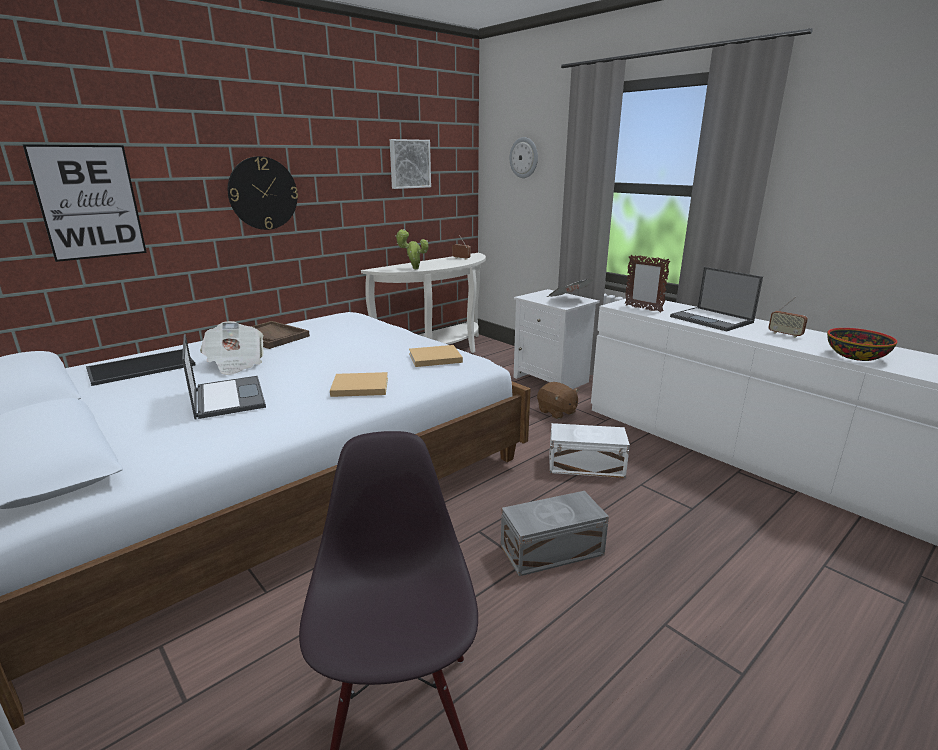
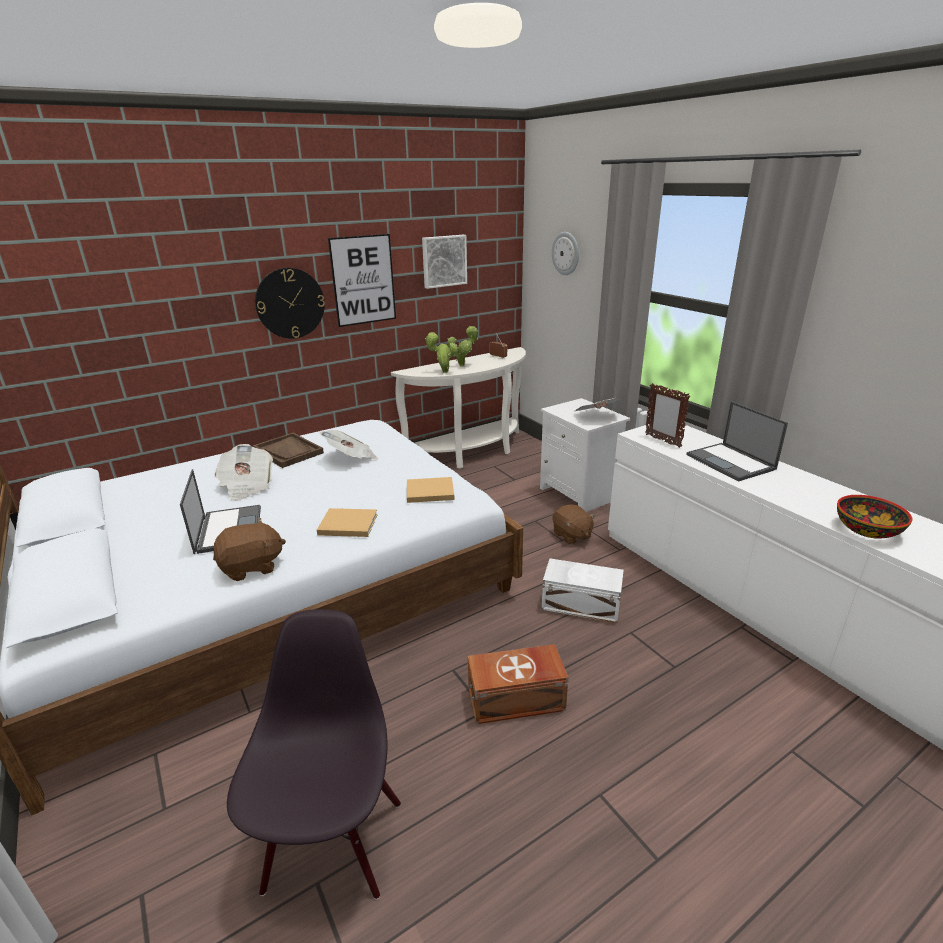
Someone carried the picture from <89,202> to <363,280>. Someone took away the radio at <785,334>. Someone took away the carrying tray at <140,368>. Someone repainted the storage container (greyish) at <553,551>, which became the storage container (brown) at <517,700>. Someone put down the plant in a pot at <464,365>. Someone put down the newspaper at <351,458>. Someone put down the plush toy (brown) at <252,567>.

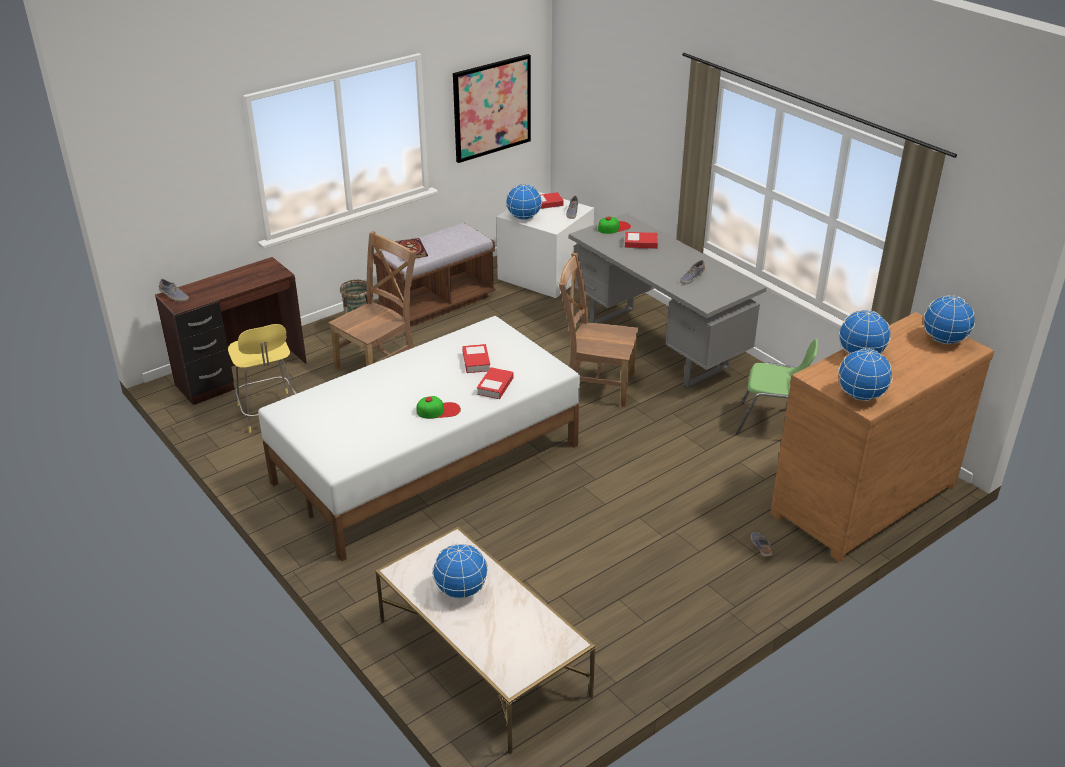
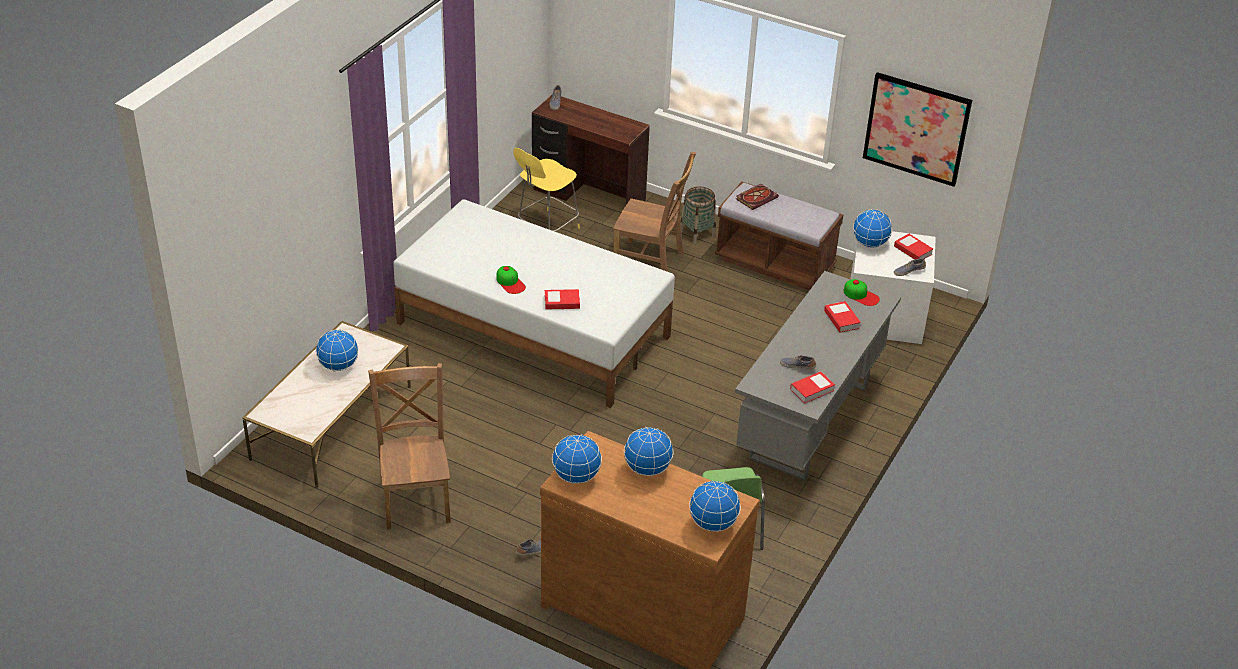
Someone carried the plain chair (brown) from <595,386> to <416,498>. Someone carried the book from <476,361> to <812,390>.

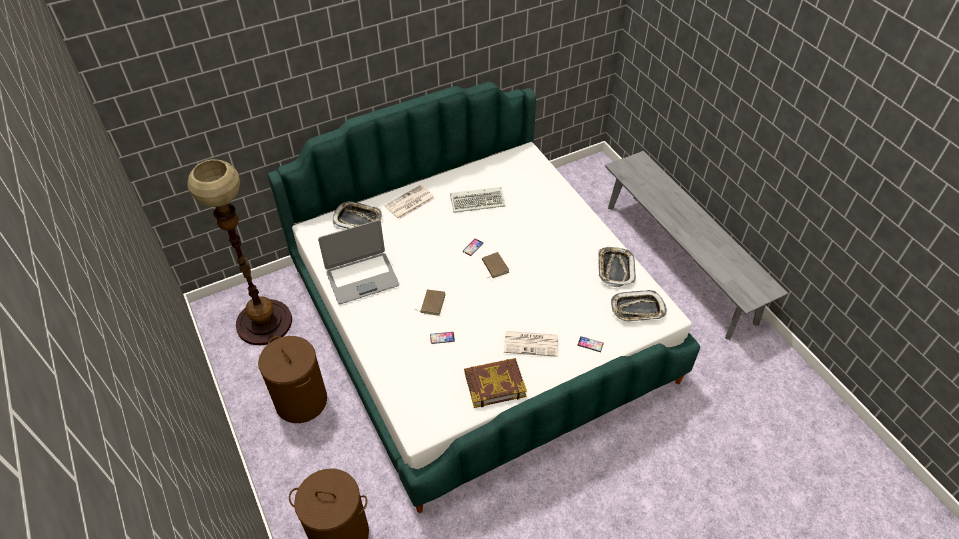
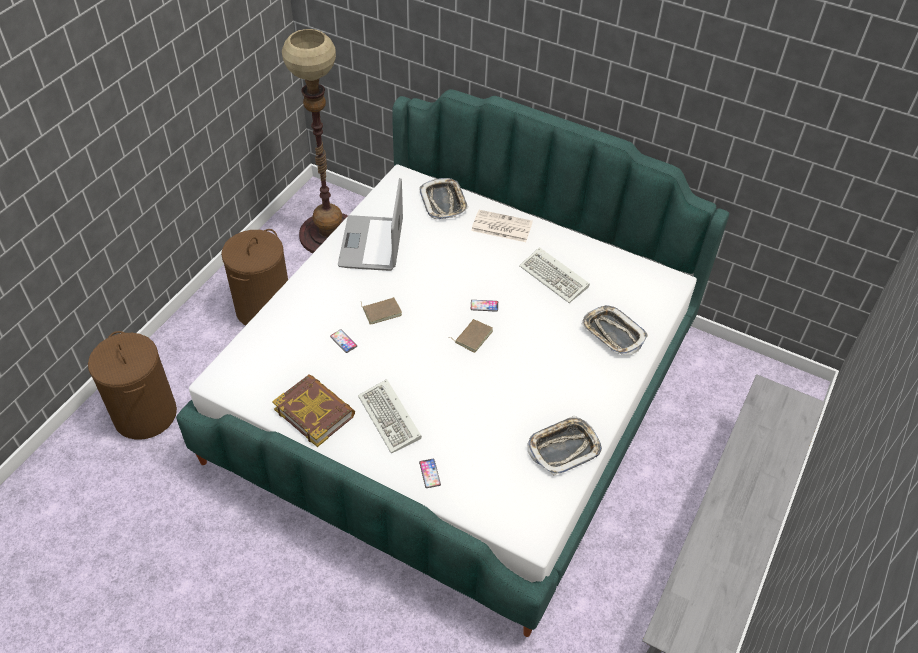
Someone rotated the laptop at <362,278> by 60 degrees clockwise. Someone carried the carrying tray from <637,309> to <612,333>. Someone swapped the newspaper at <531,343> for the computer keyboard at <391,419>.

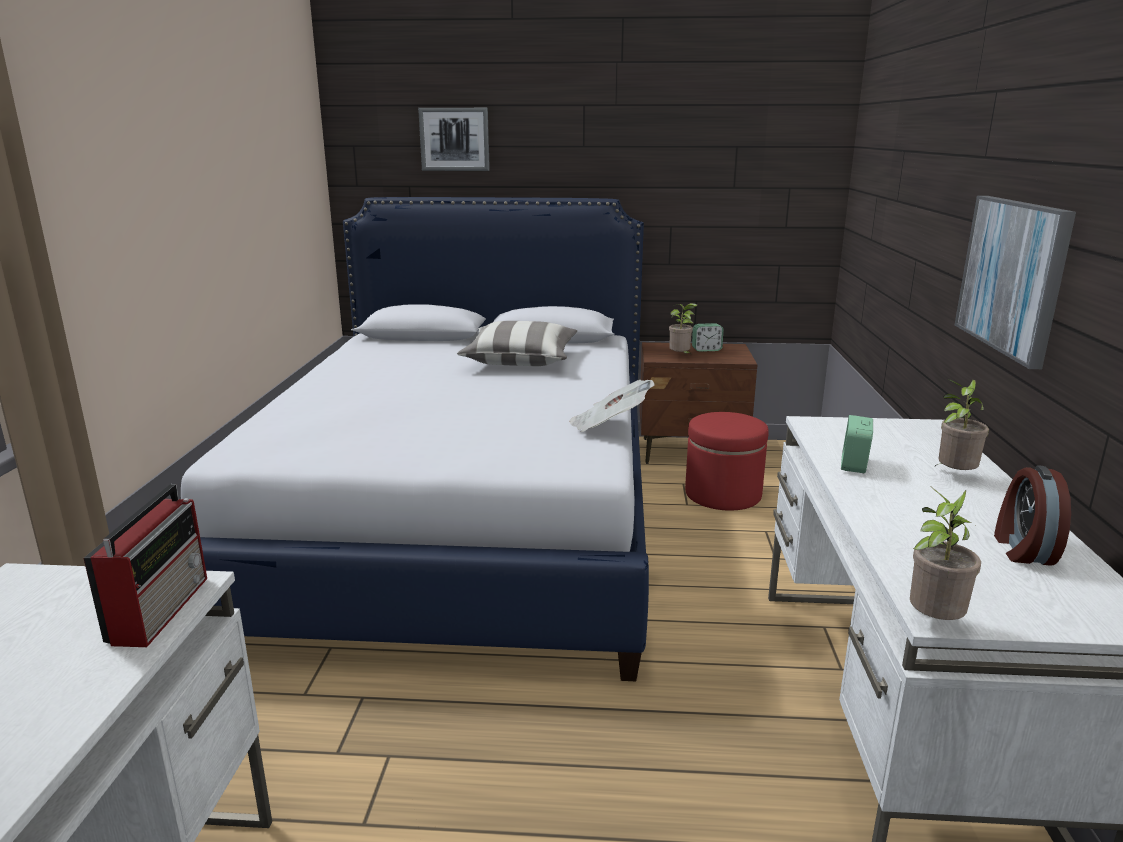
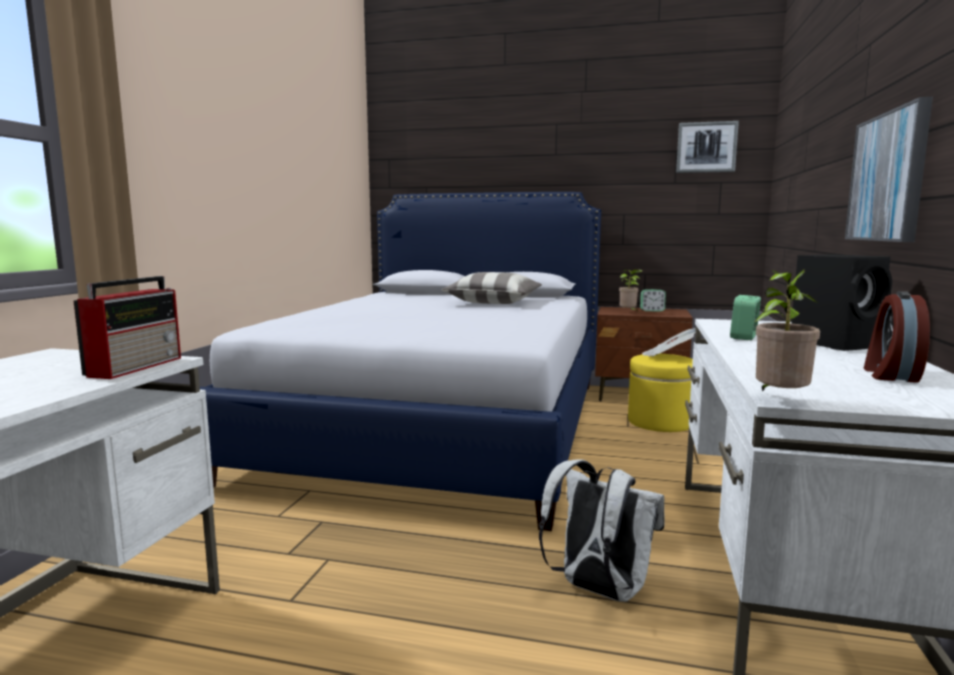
Someone carried the picture from <454,139> to <706,147>. Someone swapped the plant in a pot at <953,476> for the audio speaker (black) at <836,344>. Someone carried the newspaper from <609,426> to <668,356>. Someone repainted the footrest (reddish) at <723,494>, which became the footrest (yellowish) at <660,422>. Someone put down the backpack (white) at <598,590>.

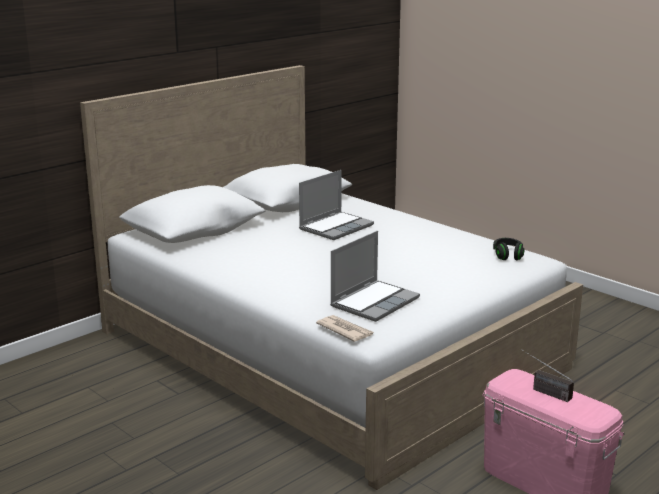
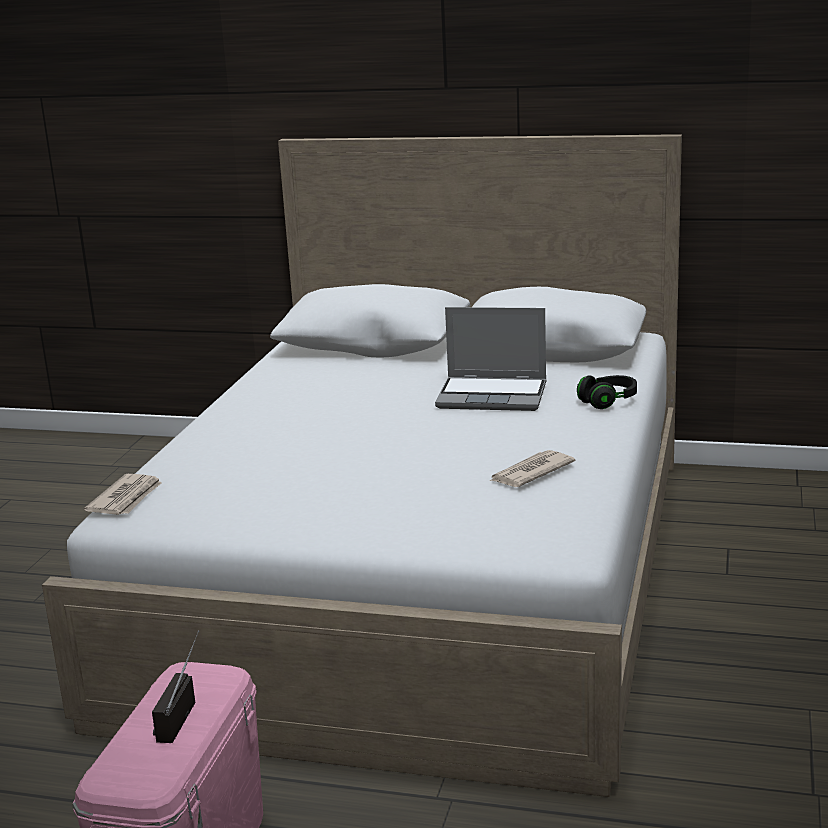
Someone took away the laptop at <374,302>. Someone carried the headset (black) from <508,255> to <608,402>. Someone put down the newspaper at <530,473>.

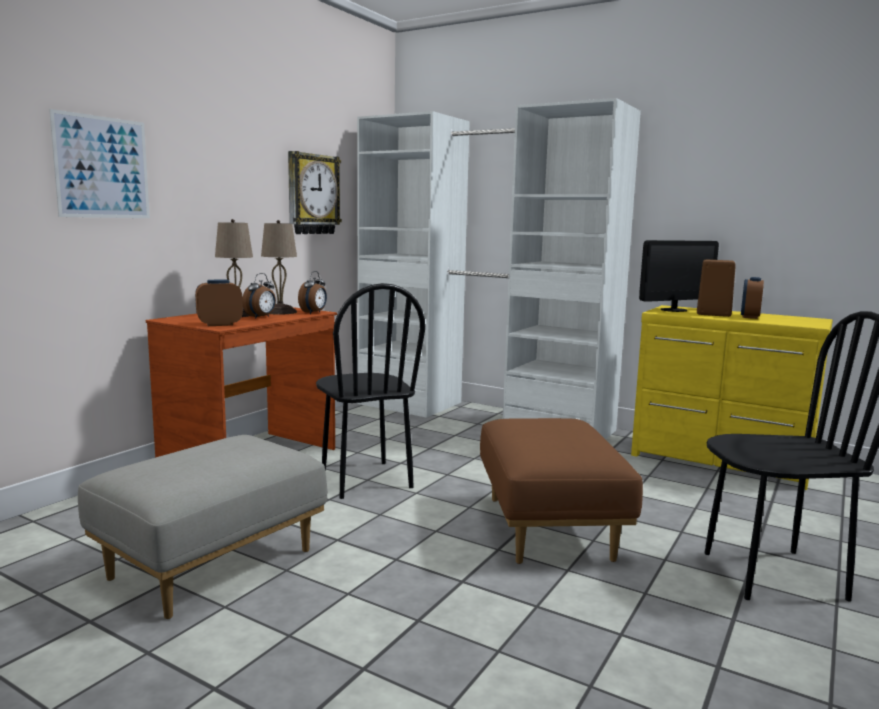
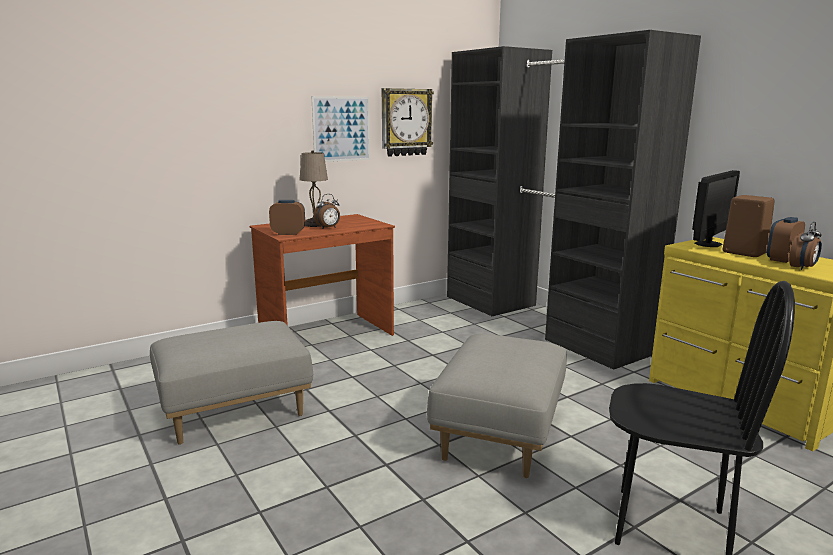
Someone repainted the armoire (white) at <481,416>, which became the armoire (black) at <541,321>. Someone carried the picture from <102,167> to <341,129>. Someone took away the lamp for a table (sand-coloured) at <279,312>. Someone rotated the monitor at <673,310> by 45 degrees counterclockwise. Someone carried the alarm clock from <314,313> to <803,268>. Someone took away the plain chair (black) at <365,479>. Someone repainted the footrest (brown) at <550,528>, which became the footrest (greyish) at <500,436>.

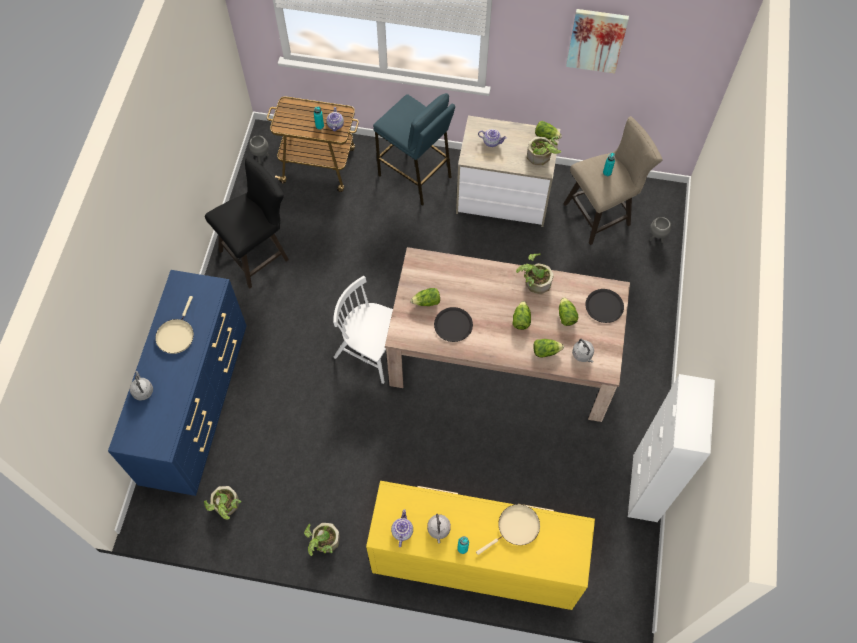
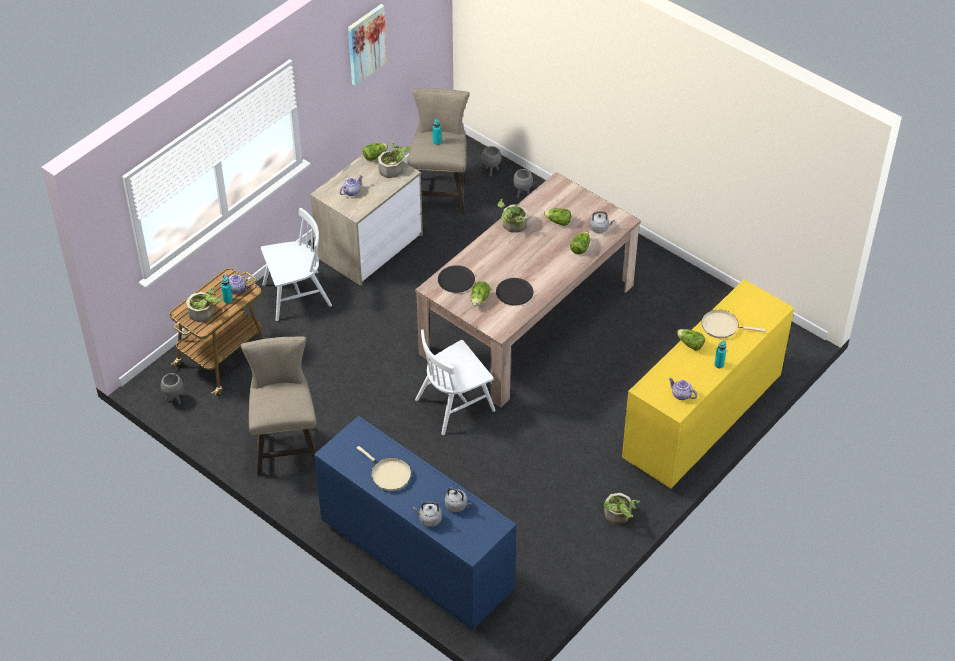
Someone swapped the stool seat (bluish) at <415,176> for the plain chair (white) at <296,295>. Someone repainted the stool seat (black) at <258,253>, which became the stool seat (sand-coloured) at <286,445>. Someone carried the flat dish (black) from <604,306> to <456,280>. Someone carried the head of lettuce from <521,319> to <690,344>. Someone took away the storage cabinet (white) at <645,488>. Someone carried the plant in a pot from <226,507> to <204,313>. Someone rotated the pan (sand-coloured) at <516,528> by 75 degrees counterclockwise. Someone carried the tea kettle (greyish) from <438,530> to <457,505>. Someone put down the plant pot (greyish) at <522,194>.

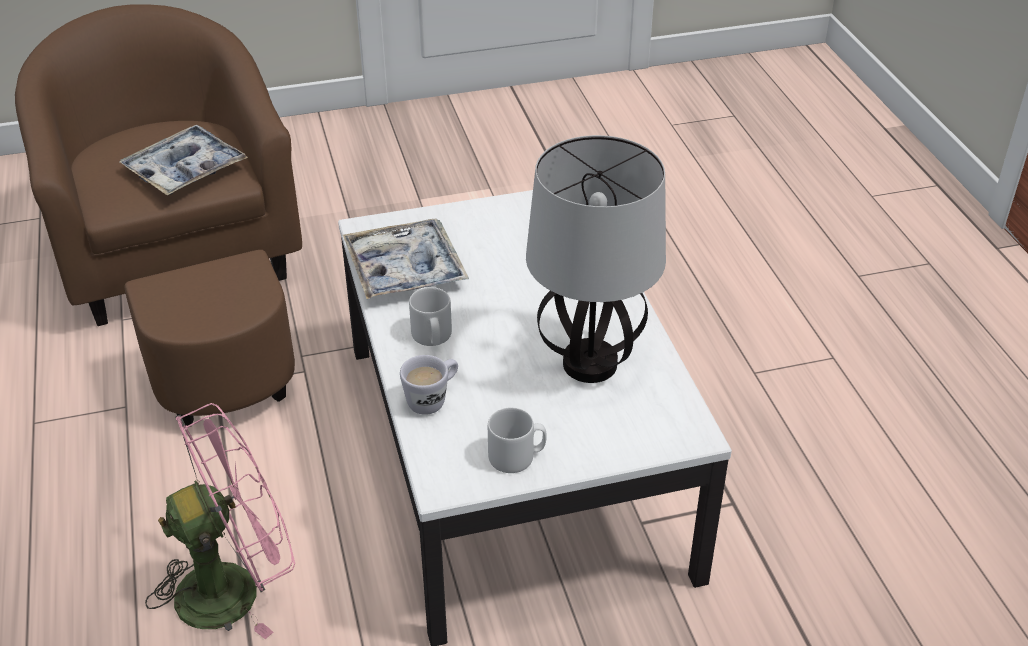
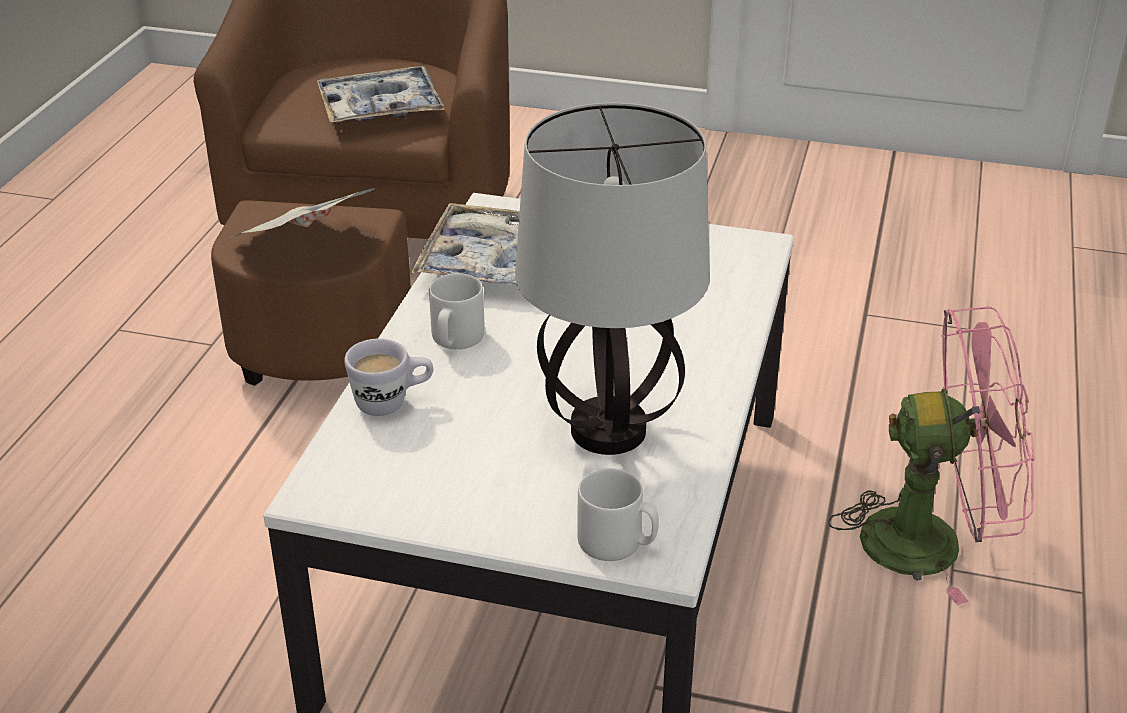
Someone carried the cooling fan (pink) from <234,586> to <932,541>. Someone carried the mug (greyish) from <517,457> to <617,543>. Someone put down the newspaper at <305,248>.

